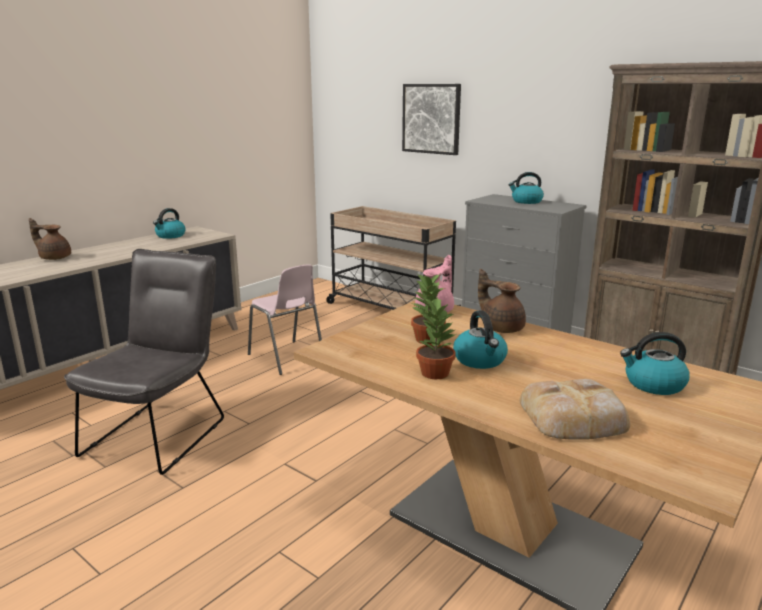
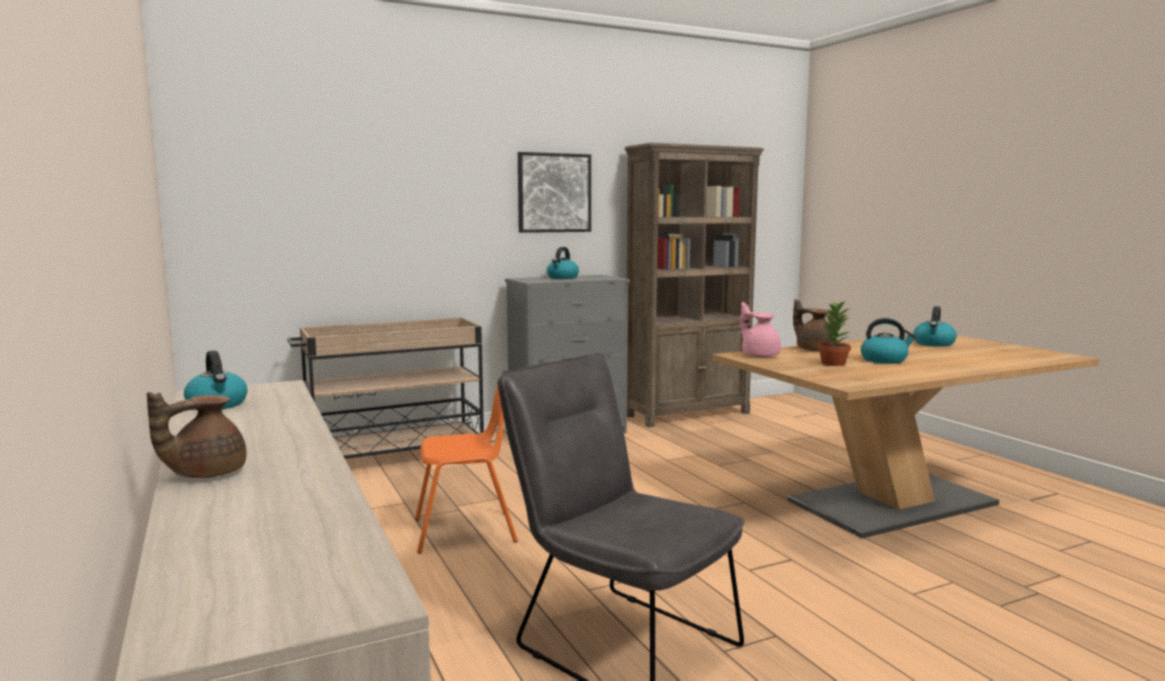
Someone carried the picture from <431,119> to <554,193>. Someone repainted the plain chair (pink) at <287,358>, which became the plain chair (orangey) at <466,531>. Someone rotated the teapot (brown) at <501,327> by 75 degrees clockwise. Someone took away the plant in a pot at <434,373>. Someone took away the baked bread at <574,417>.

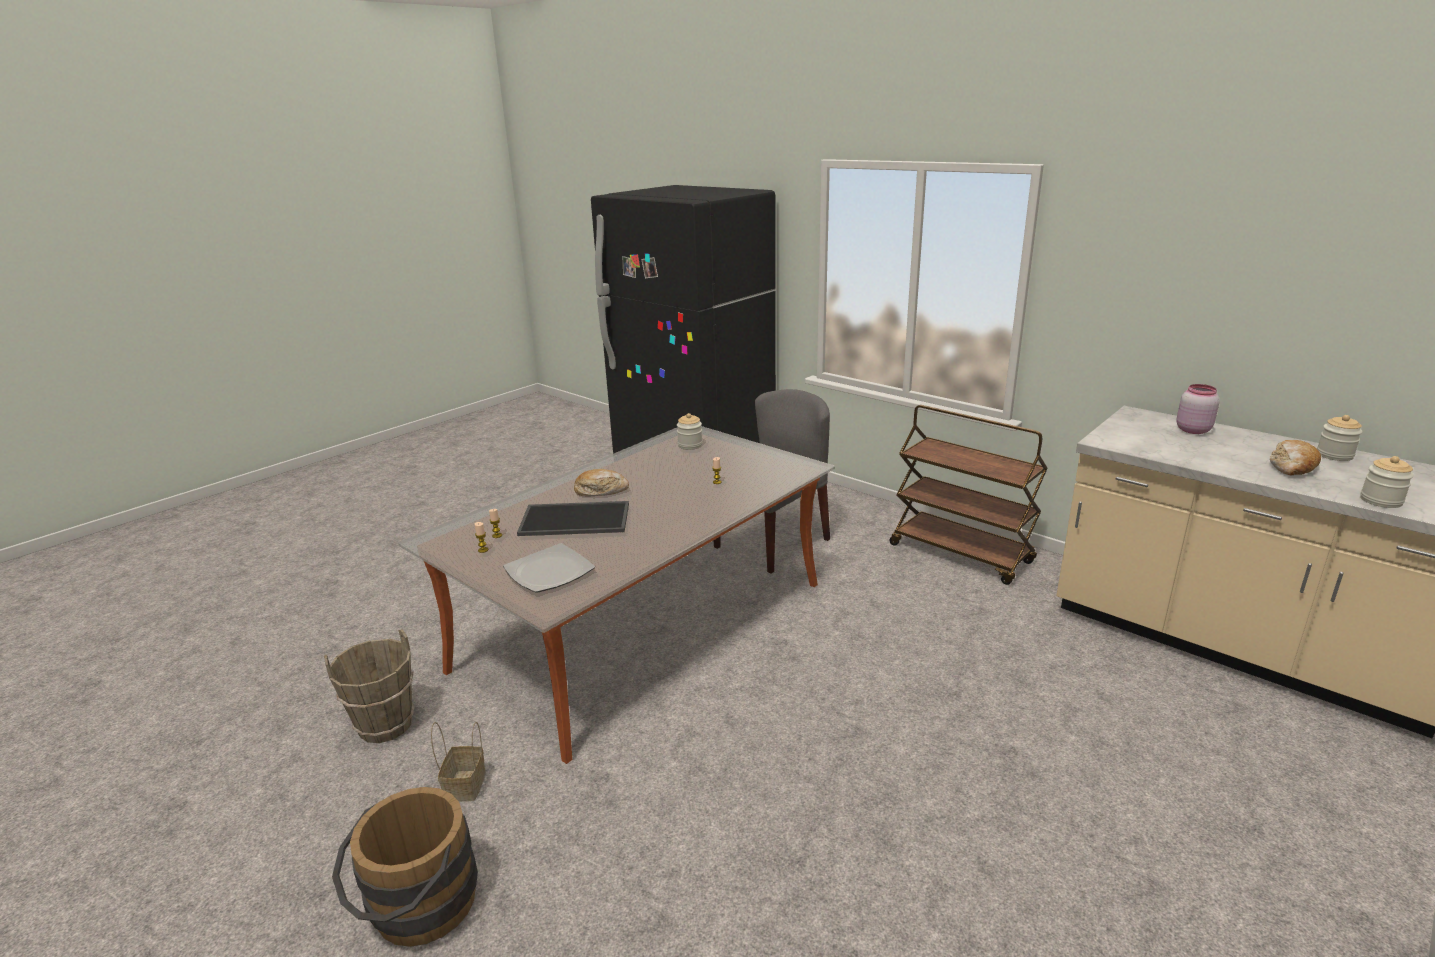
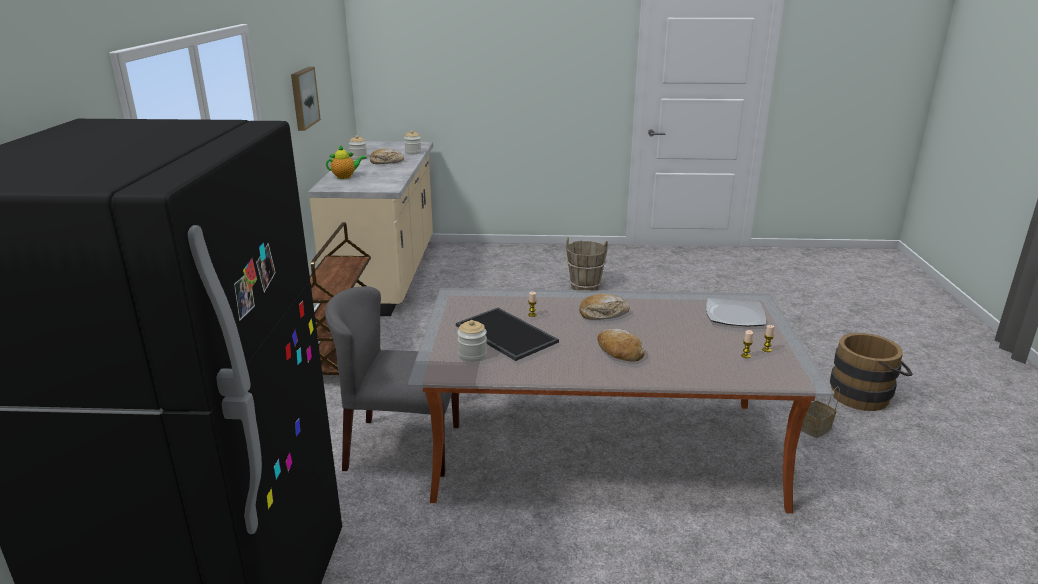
Someone swapped the storage jar (pink) at <1192,430> for the teapot at <346,177>. Someone carried the carrying tray from <576,518> to <504,334>. Someone carried the pail (brown) from <386,725> to <585,287>. Someone put up the picture at <303,98>. Someone put down the baked bread at <603,314>.

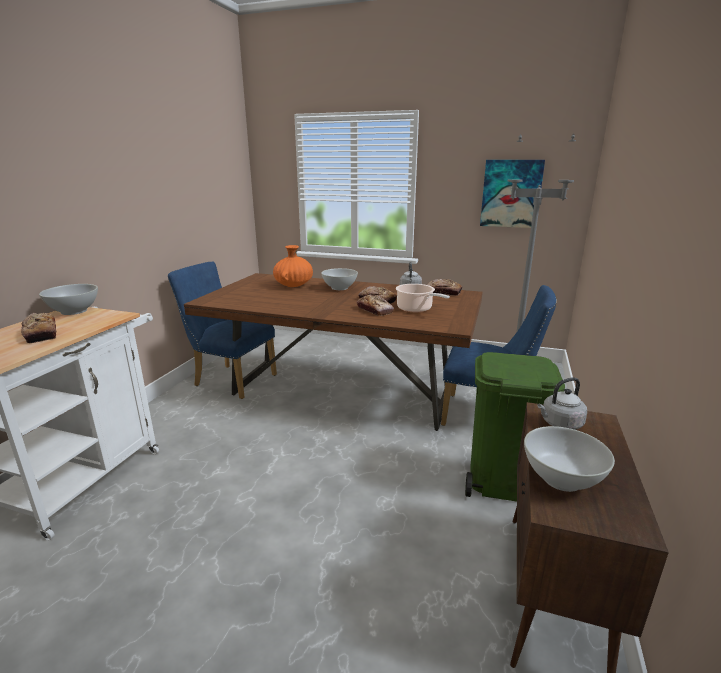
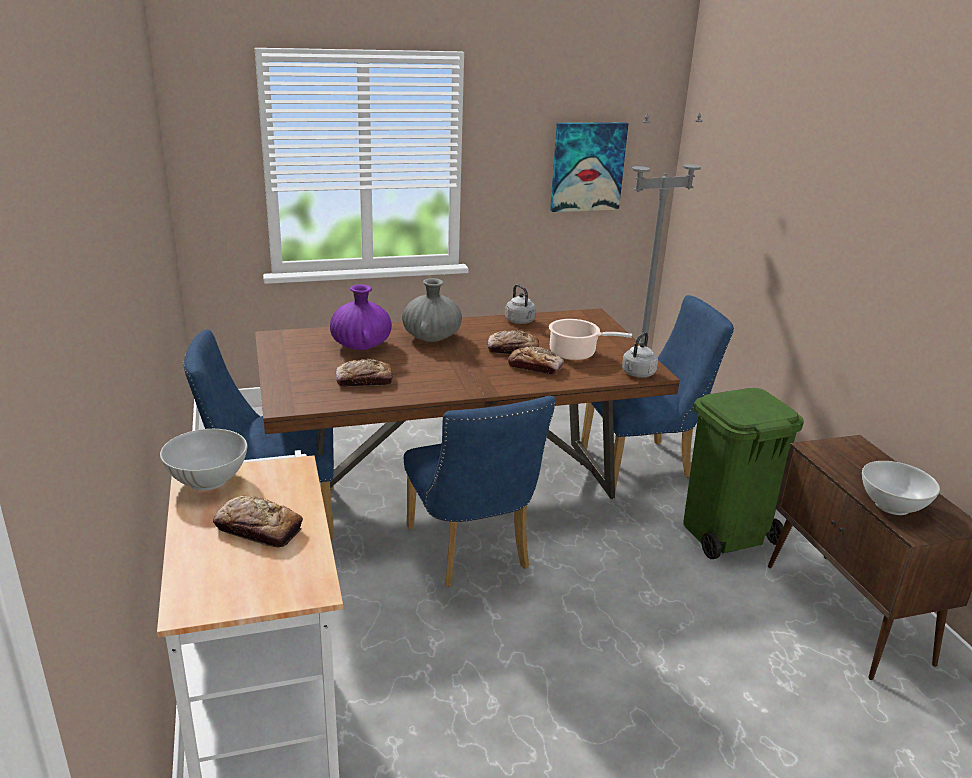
Someone repainted the flower vase (orangey) at <294,285>, which became the flower vase (purple) at <361,345>. Someone swapped the serving bowl (white) at <339,288> for the flower vase (greyish) at <432,337>. Someone carried the baked bread from <443,292> to <364,380>. Someone carried the tea kettle (greyish) from <559,424> to <637,374>. Someone put down the plain chair (bluish) at <471,553>.

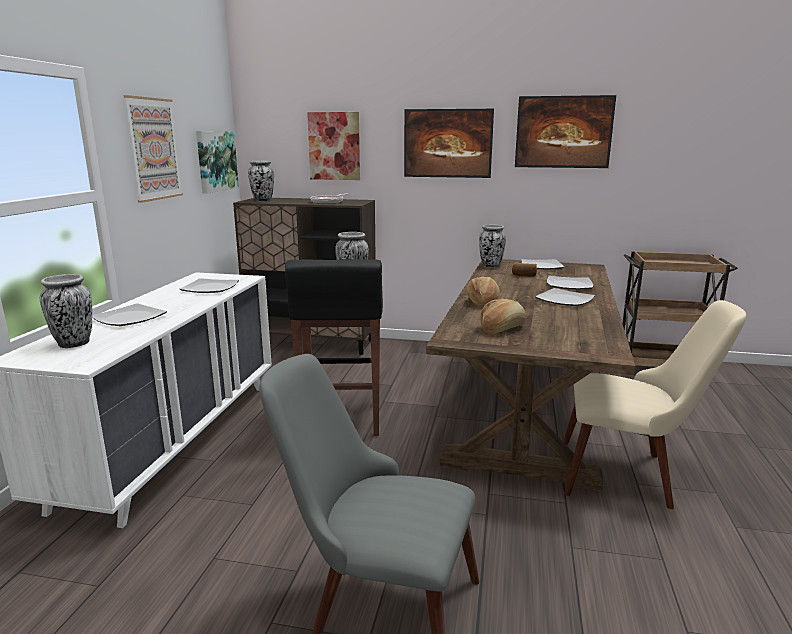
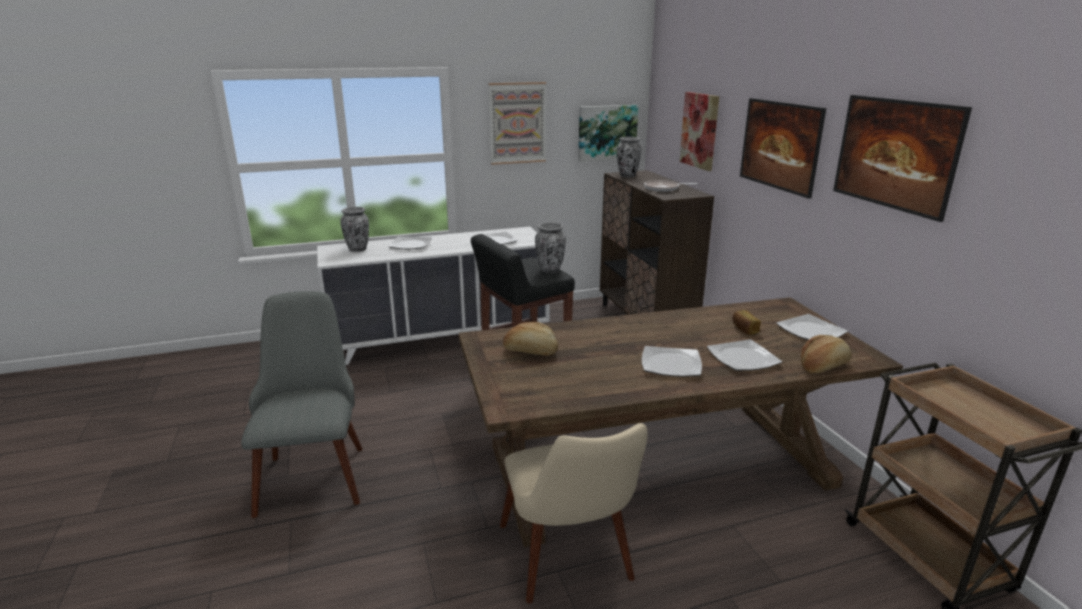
Someone took away the flower vase at <491,266>. Someone carried the baked bread from <483,302> to <823,366>.

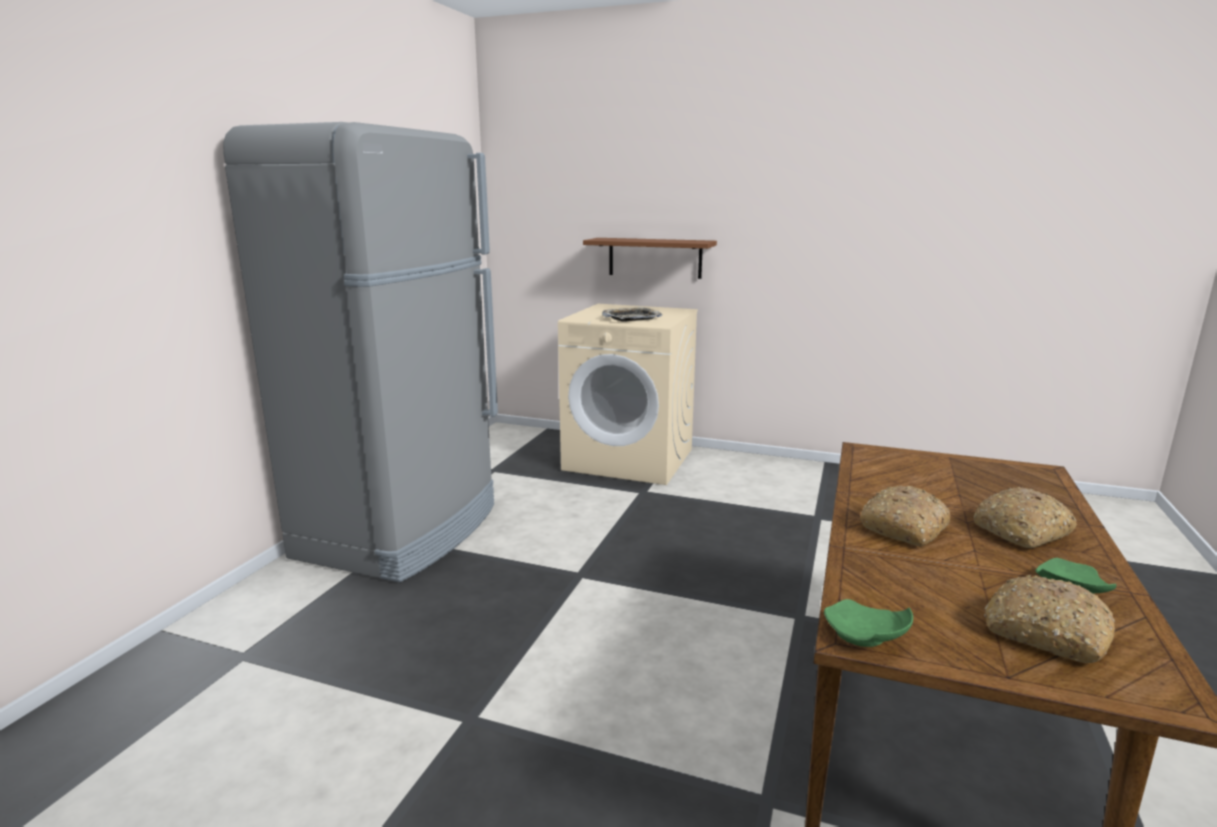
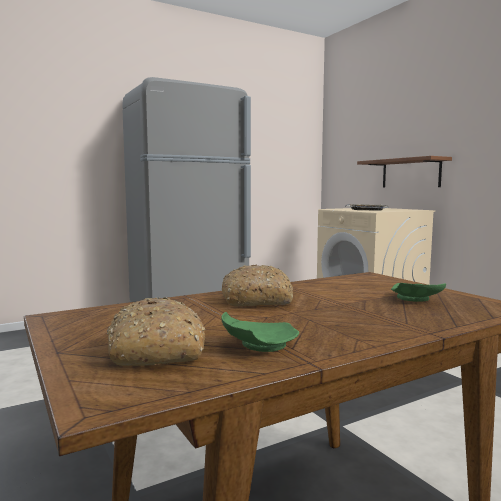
Someone took away the baked bread at <1021,531>. Someone carried the flat dish (green) from <865,637> to <414,299>.

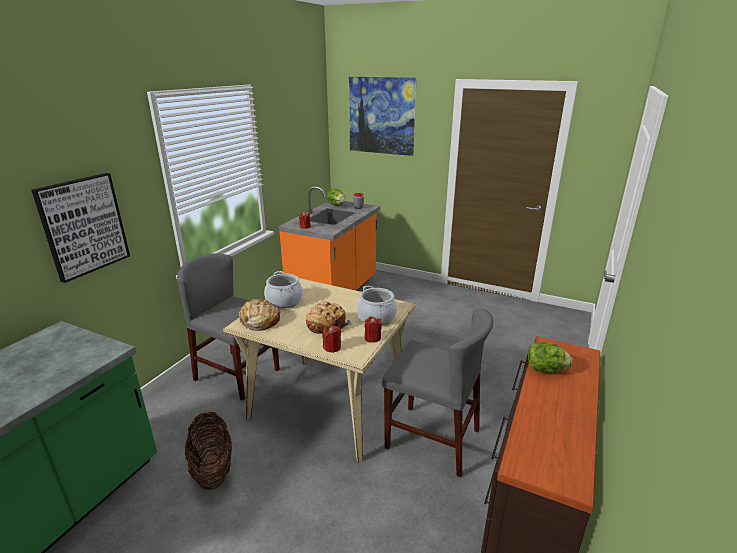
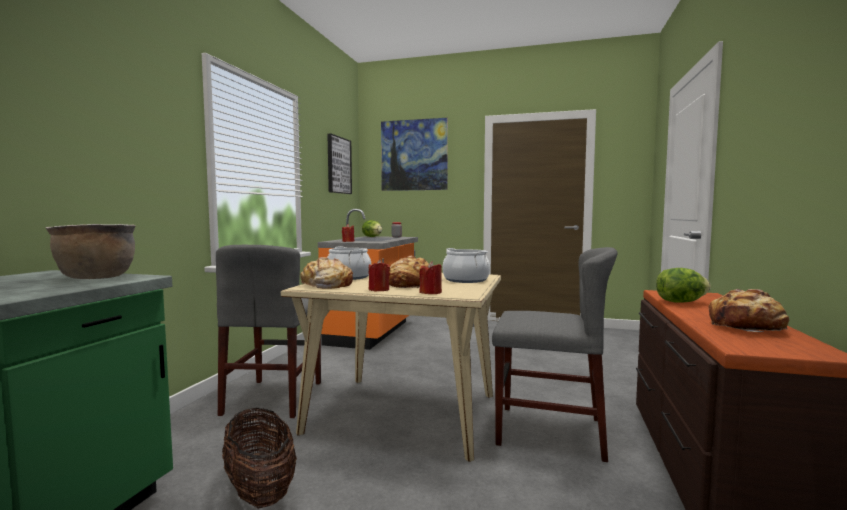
Someone carried the picture from <83,226> to <338,165>. Someone rotated the plain chair (greyish) at <237,374> by 105 degrees counterclockwise. Someone carried the wax light (reddish) from <372,338> to <379,290>. Someone put down the saucepot (brown) at <96,277>. Someone put down the baked bread at <747,327>.

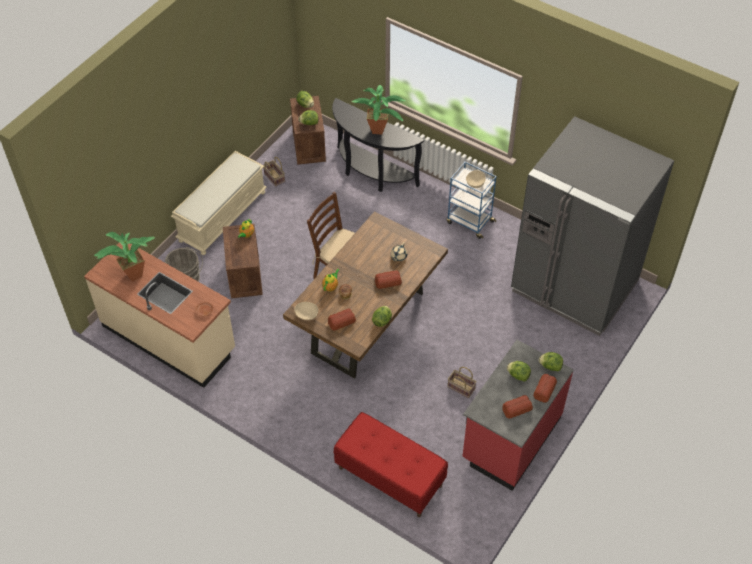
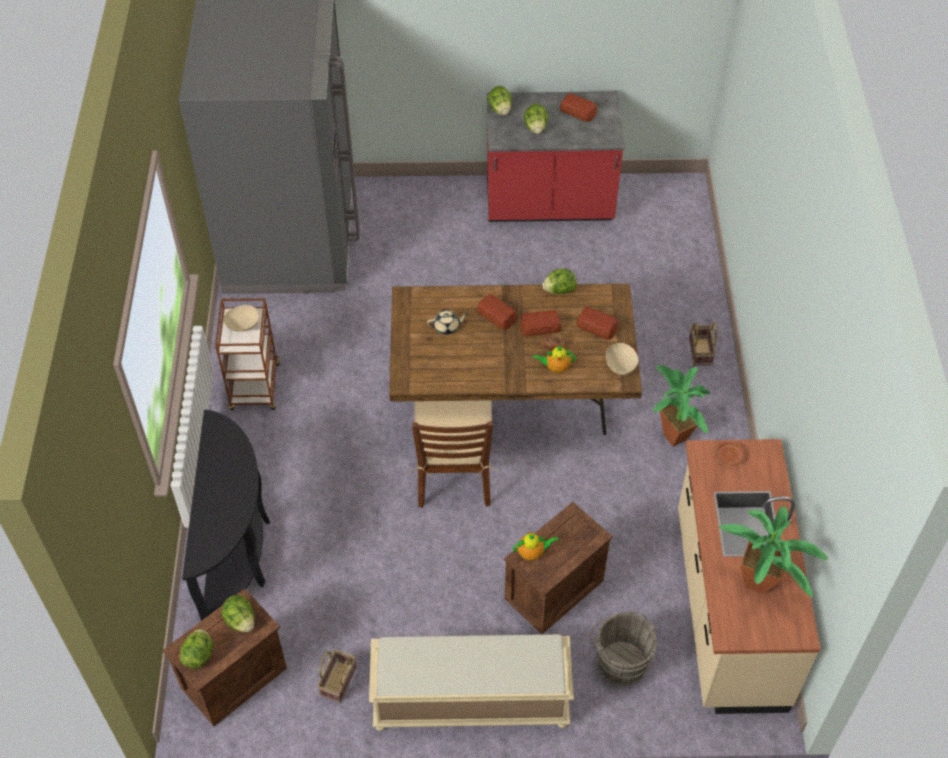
Someone carried the plant in a pot from <380,131> to <674,433>. Someone repainted the cart (bluish) at <469,222>, which became the cart (brown) at <255,388>. Someone carried the storage basket from <460,388> to <701,352>. Someone carried the baked bread from <544,390> to <541,327>. Someone took away the long seat (reddish) at <389,477>.

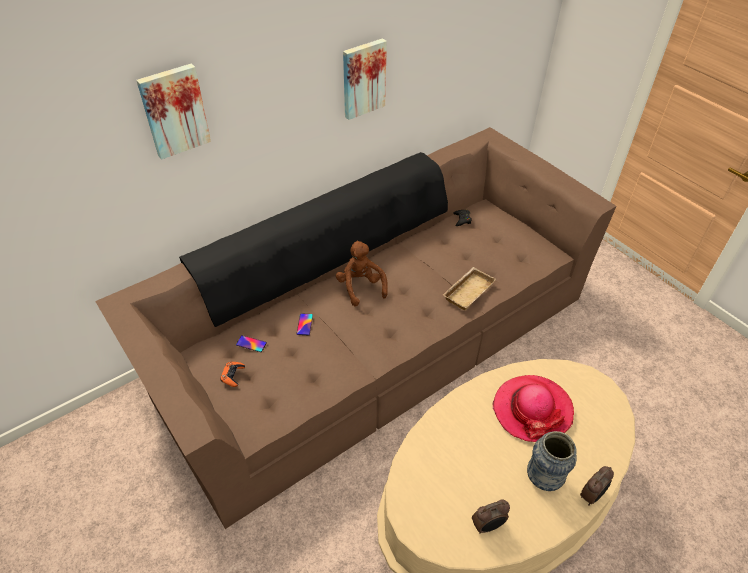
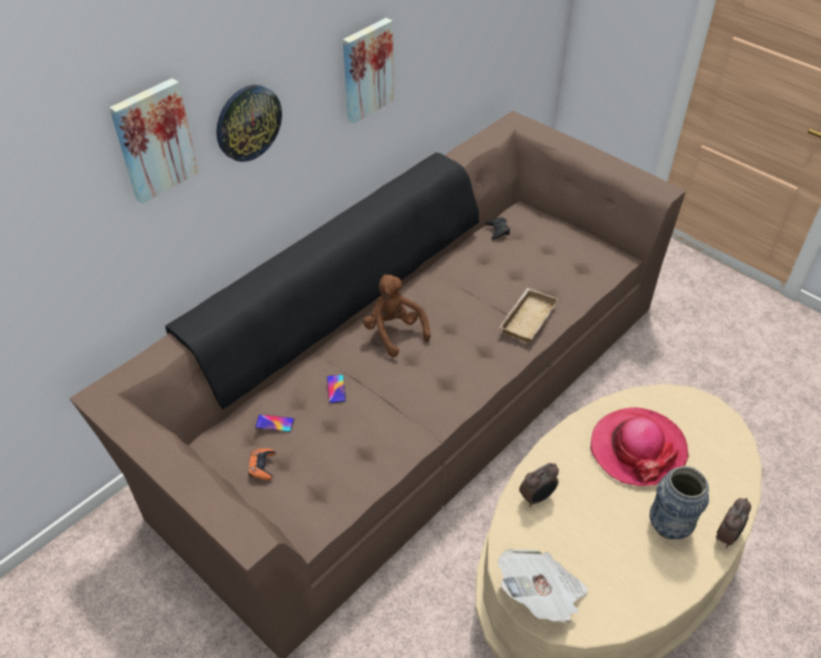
Someone carried the alarm clock from <488,526> to <537,498>. Someone put up the clock on the wall at <248,122>. Someone put down the newspaper at <541,595>.

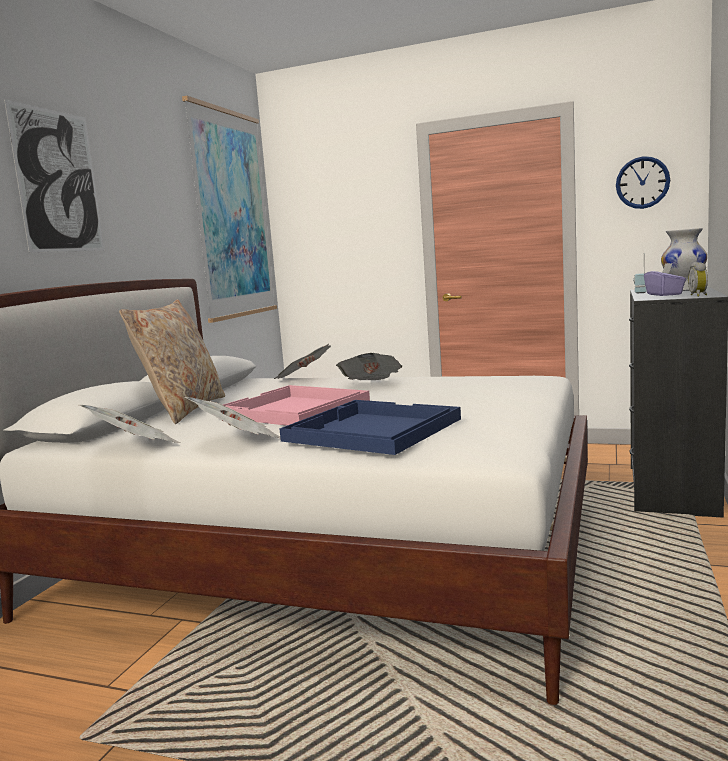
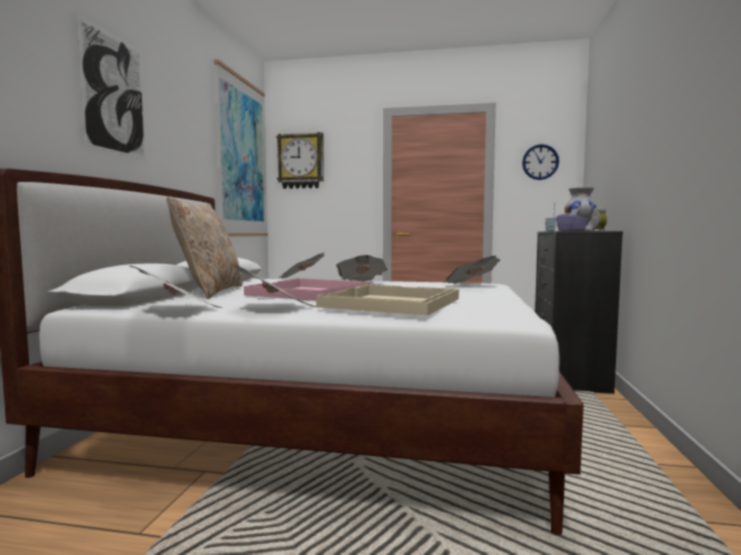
Someone repainted the carrying tray (bluish) at <371,430>, which became the carrying tray (sand-coloured) at <390,303>. Someone put up the clock on the wall at <301,161>. Someone put down the newspaper at <470,286>.

